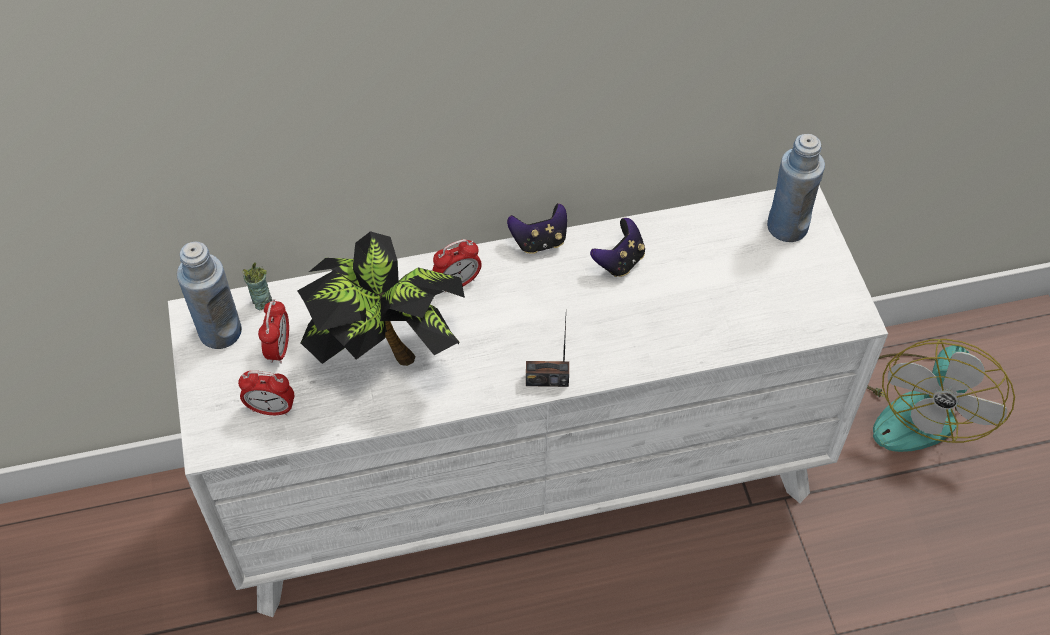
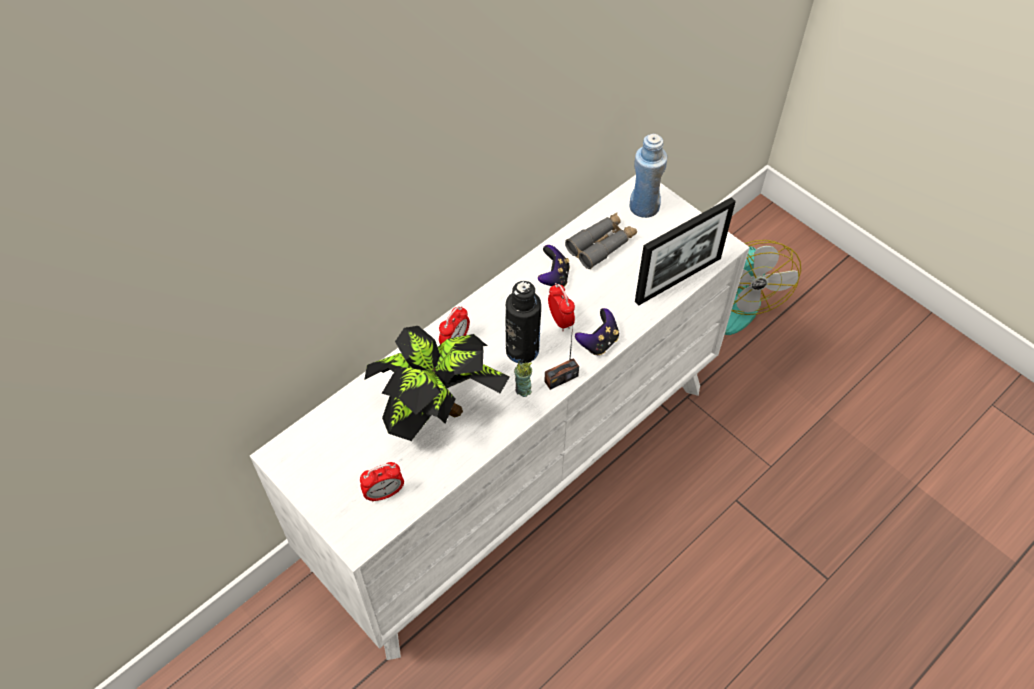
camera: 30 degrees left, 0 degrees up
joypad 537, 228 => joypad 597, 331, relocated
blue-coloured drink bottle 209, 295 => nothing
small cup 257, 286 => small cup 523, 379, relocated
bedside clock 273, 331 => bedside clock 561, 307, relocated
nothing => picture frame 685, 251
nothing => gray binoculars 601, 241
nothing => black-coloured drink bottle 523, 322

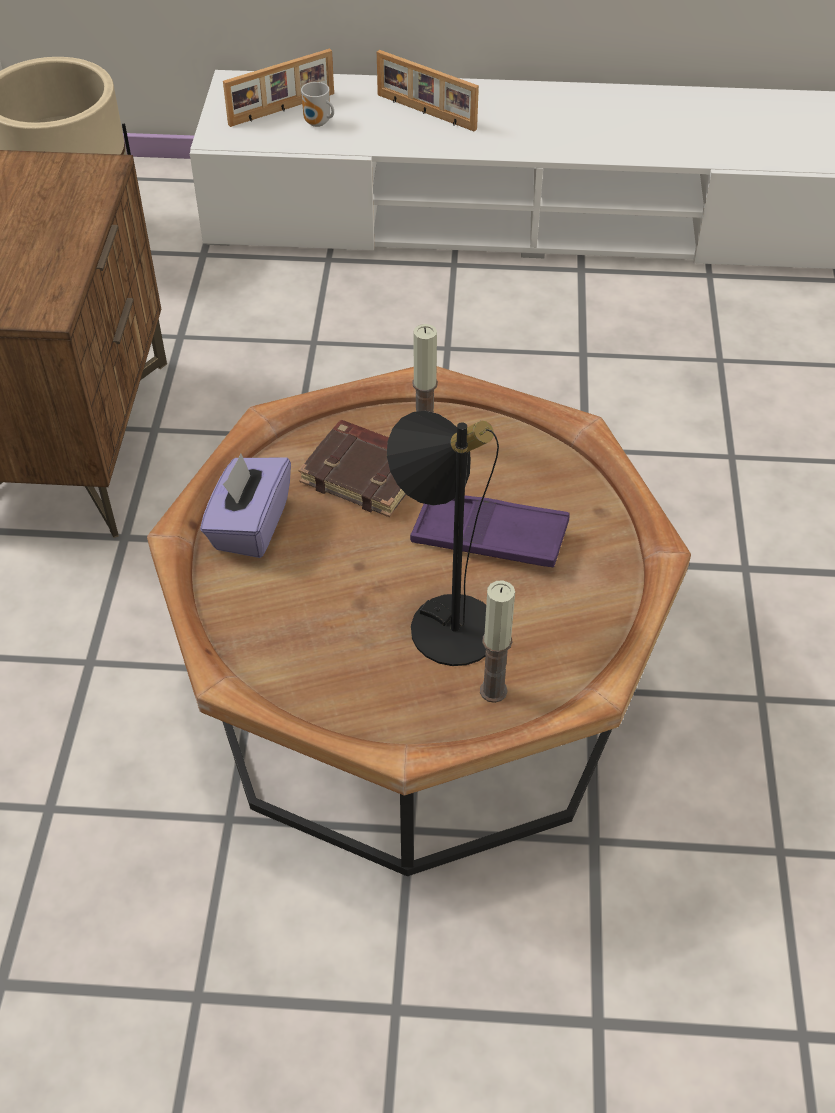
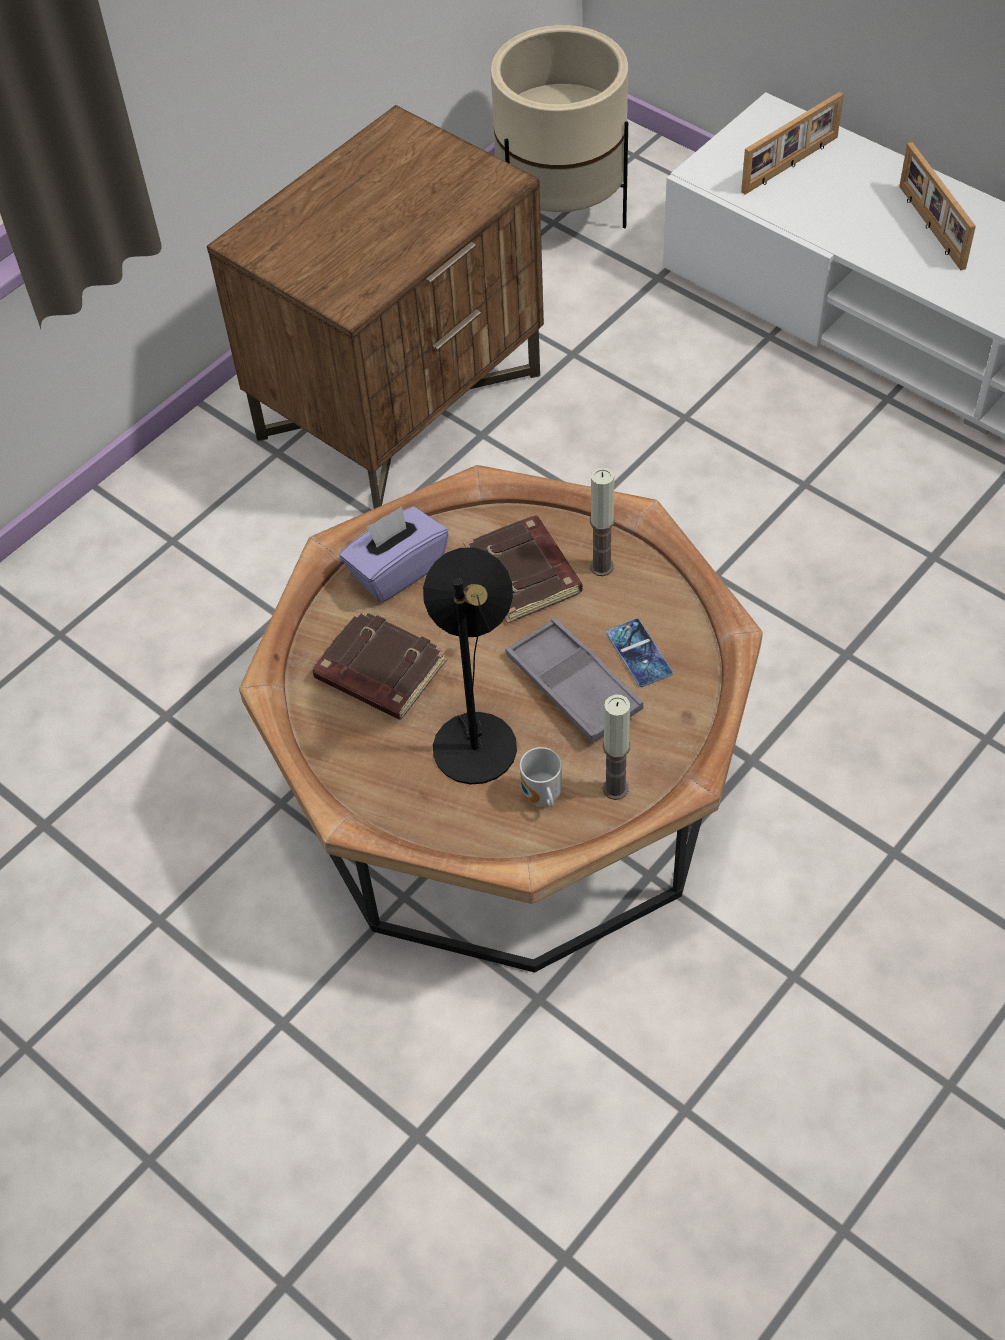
camera: 40 degrees right, 5 degrees up
picture frame 278, 87 => picture frame 792, 143, 45 degrees counterclockwise
mug 317, 104 => mug 541, 777, relocated
purple serving tray 489, 531 => gray serving tray 575, 680
wax light 497, 641 => wax light 616, 747, relocated
nothing => brown bound book 379, 664
nothing => handset 639, 653

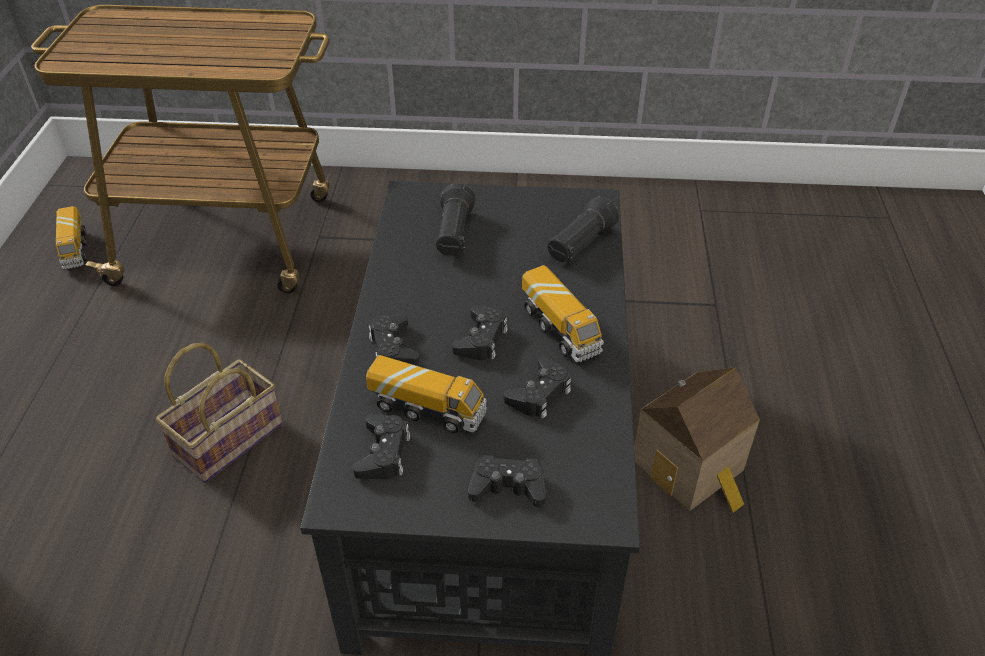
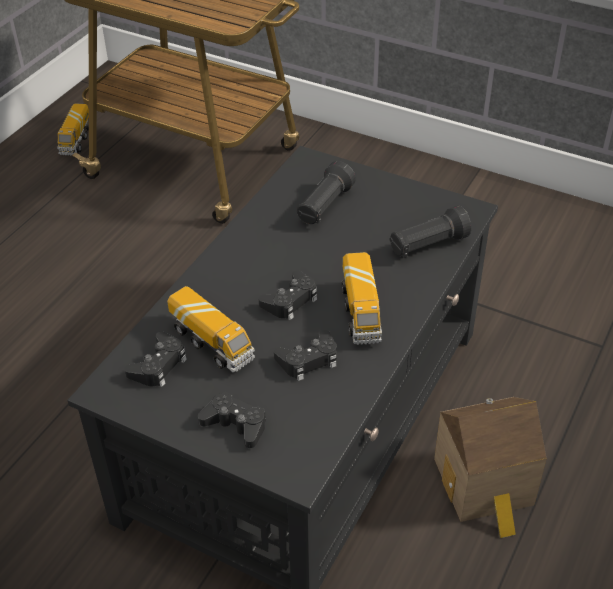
camera: 25 degrees right, 0 degrees up
black-coloured joypad 394, 339 => nothing
storage basket 219, 413 => nothing

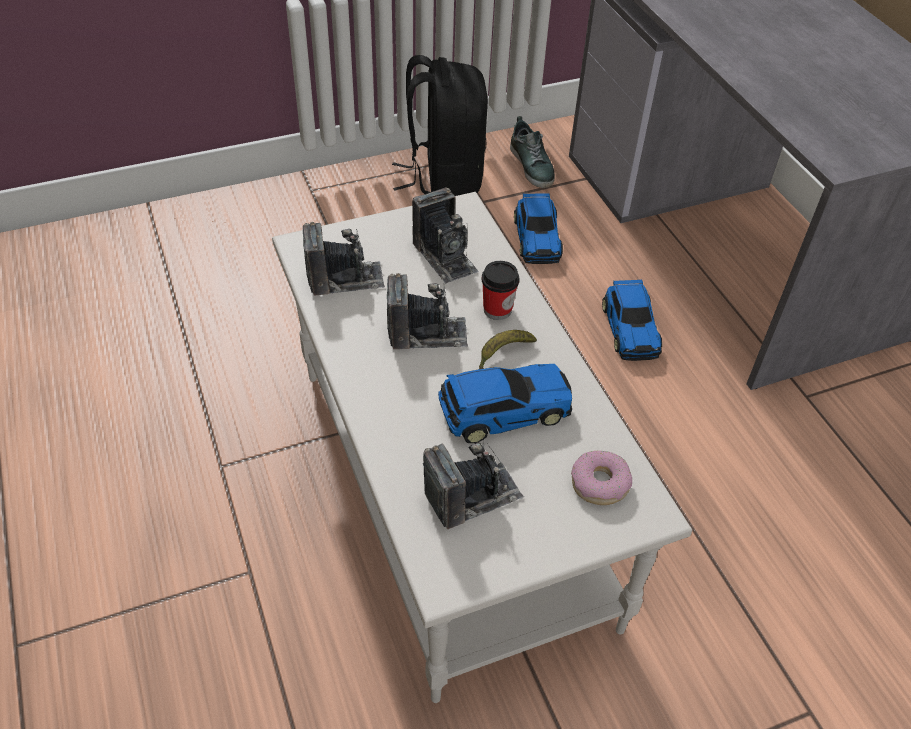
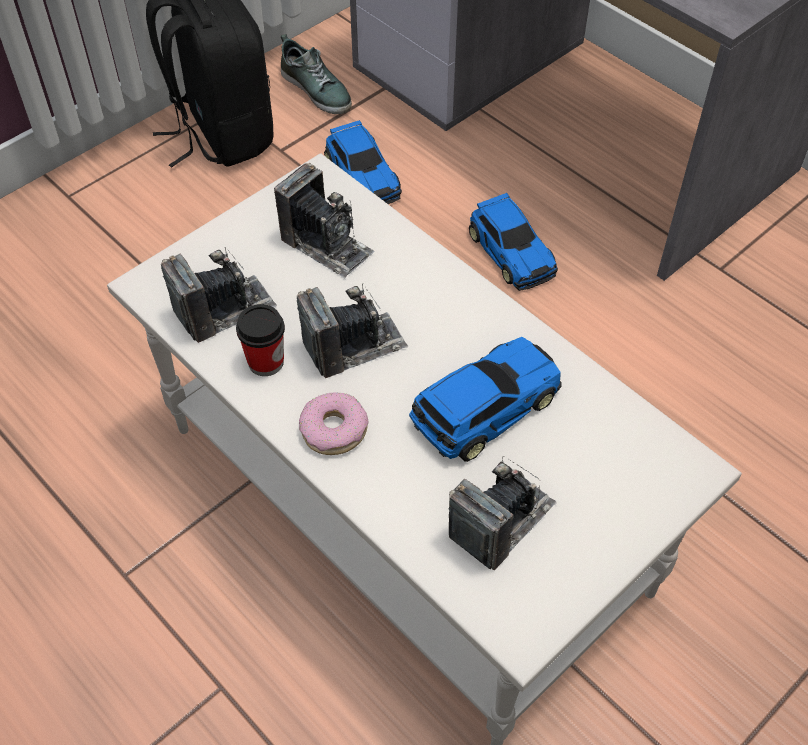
camera: 20 degrees left, 5 degrees up
small cup 500, 290 => small cup 260, 340, relocated
banana fruit 508, 349 => nothing
donut 601, 477 => donut 334, 423, relocated

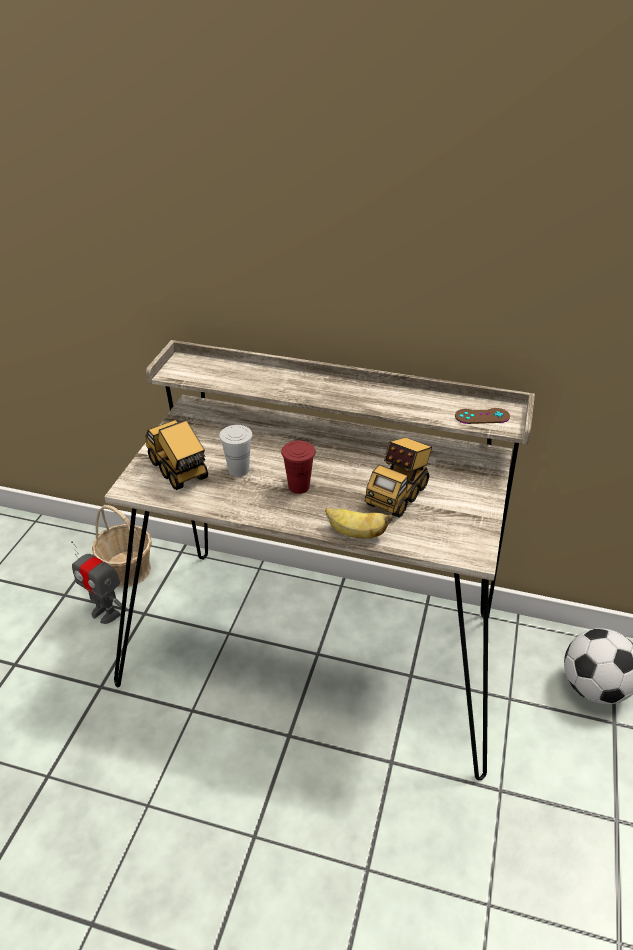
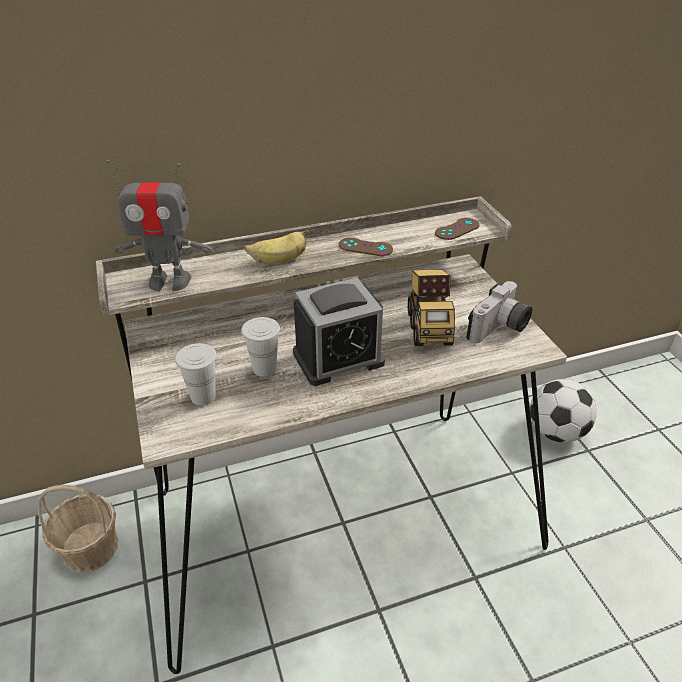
camera: 35 degrees left, 0 degrees up
toy lorry 176, 455 => white small cup 196, 374
reddish small cup 298, 467 => bedside clock 339, 332
banana fruit 358, 523 => banana fruit 276, 246, relocated
model robot 99, 582 => model robot 159, 226, relocated
nothing => brown joypad 366, 246
nothing => still camera 499, 312

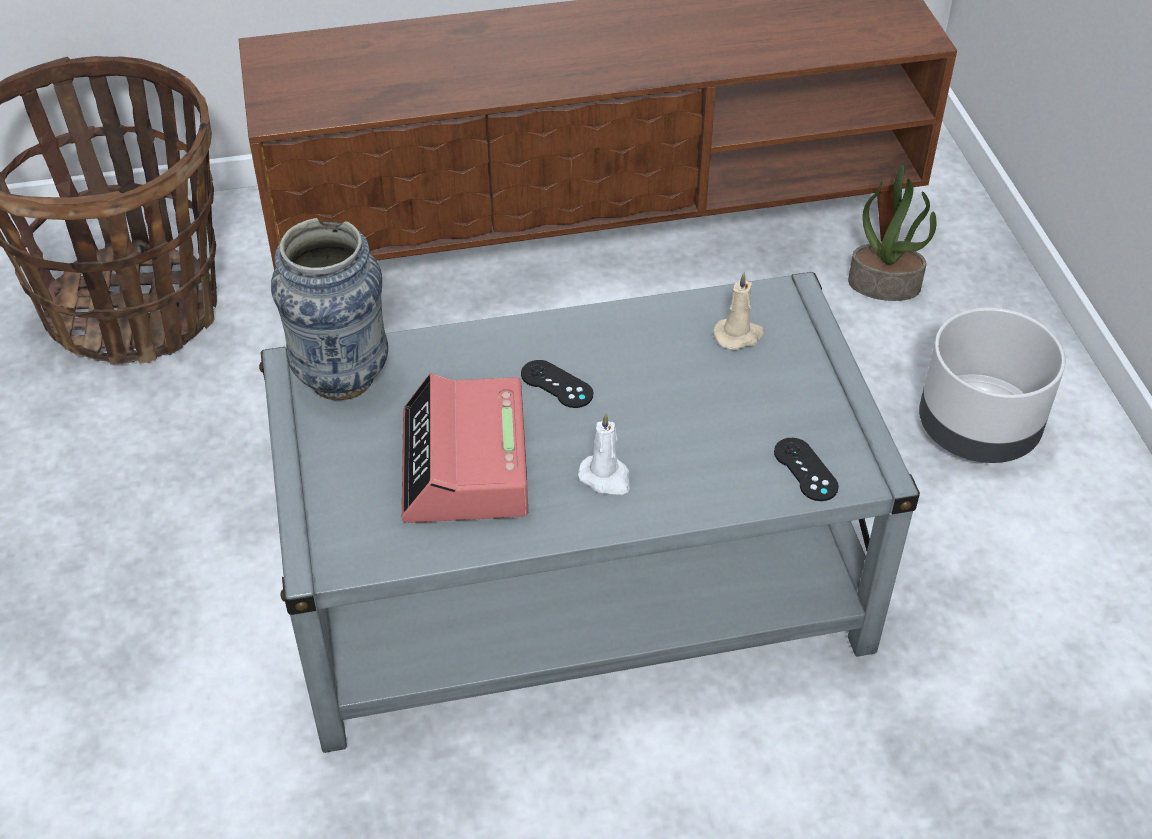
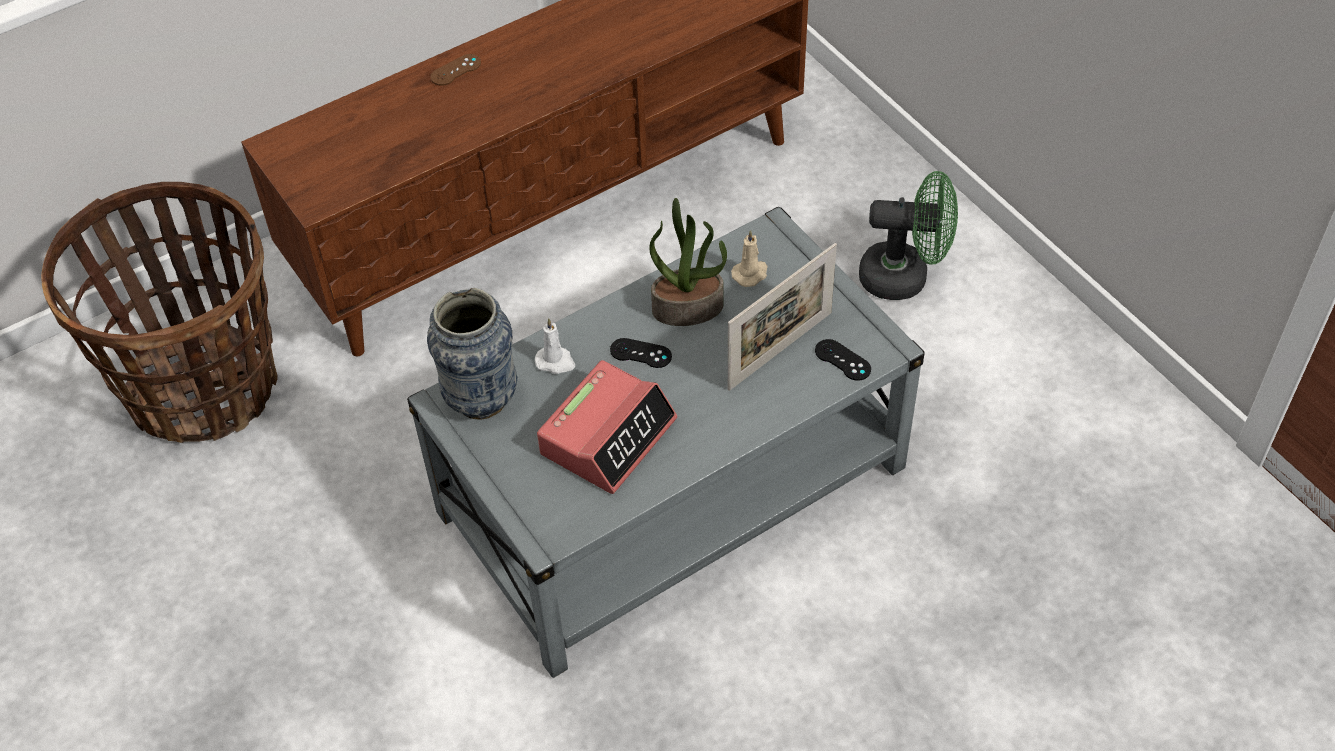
camera: 20 degrees left, 5 degrees up
plant in a pot 892, 233 => plant in a pot 688, 262, relocated
gray plant pot 992, 385 => green electric fan 908, 235
bedside clock 465, 448 => bedside clock 607, 427, 120 degrees counterclockwise
white wax light 604, 454 => white wax light 555, 346, relocated
nothing => brown joypad 455, 70
nothing => picture frame 782, 317

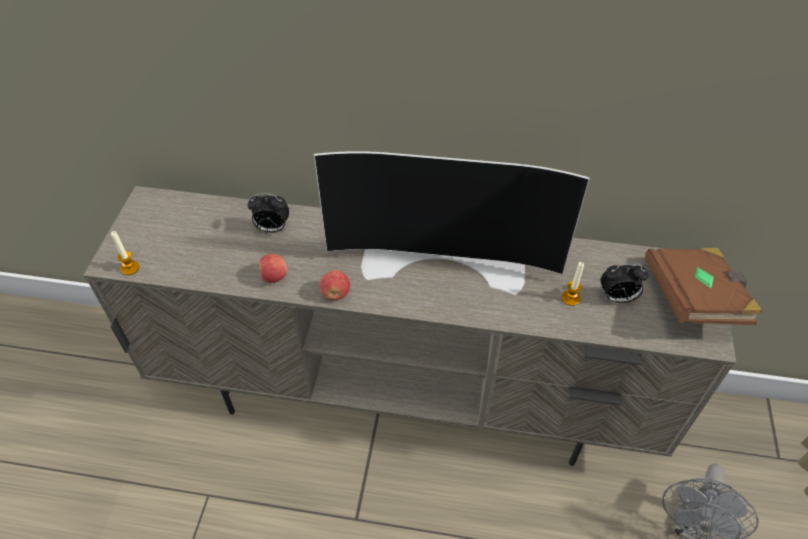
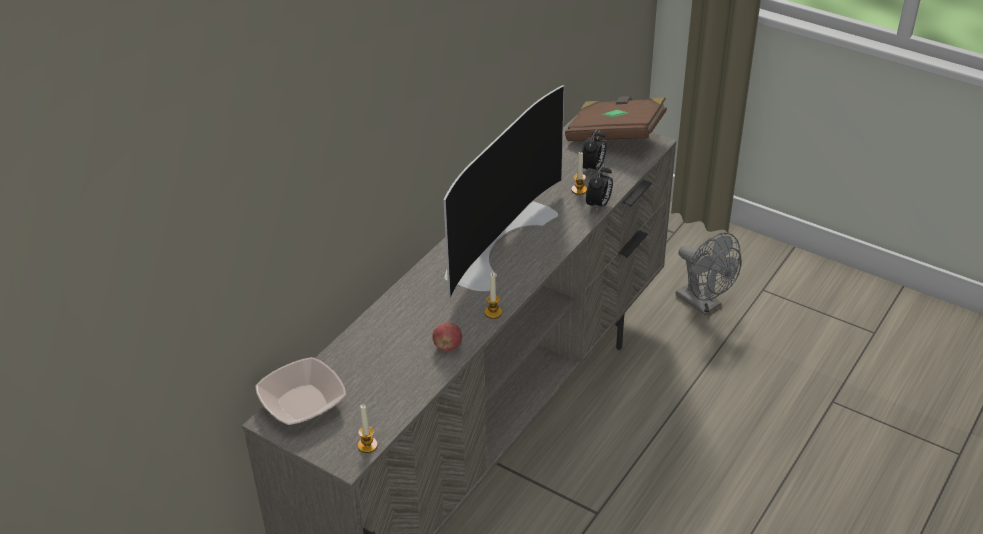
camera: 65 degrees left, 10 degrees down
bedside clock 268, 213 => bedside clock 599, 187, relocated
whole apple 335, 285 => wax light 493, 295
nothing => deep dish 300, 391

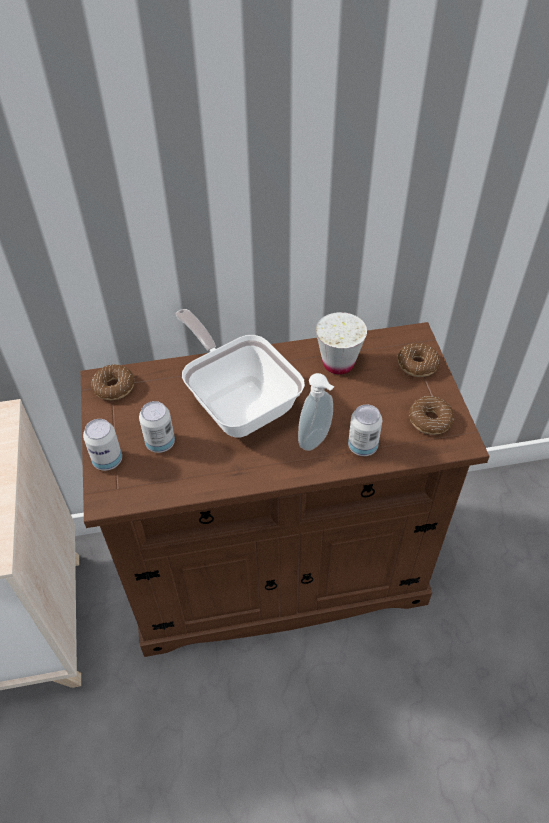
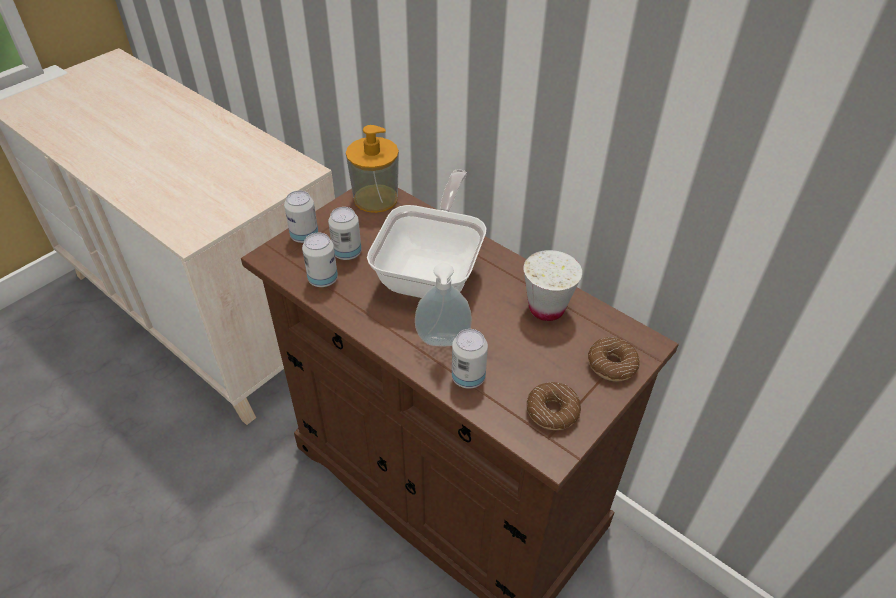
camera: 50 degrees right, 5 degrees down
donut 113, 382 => soap bottle 372, 169
nothing => metal can 320, 260

